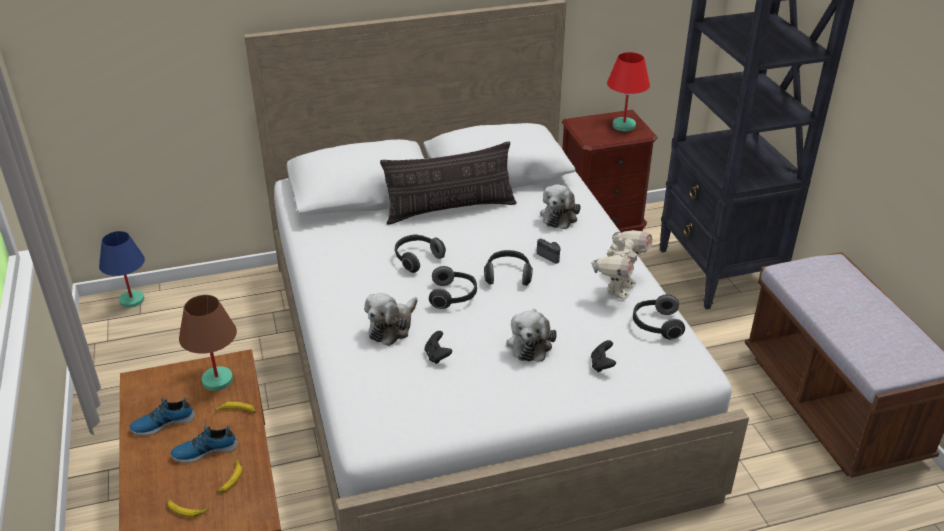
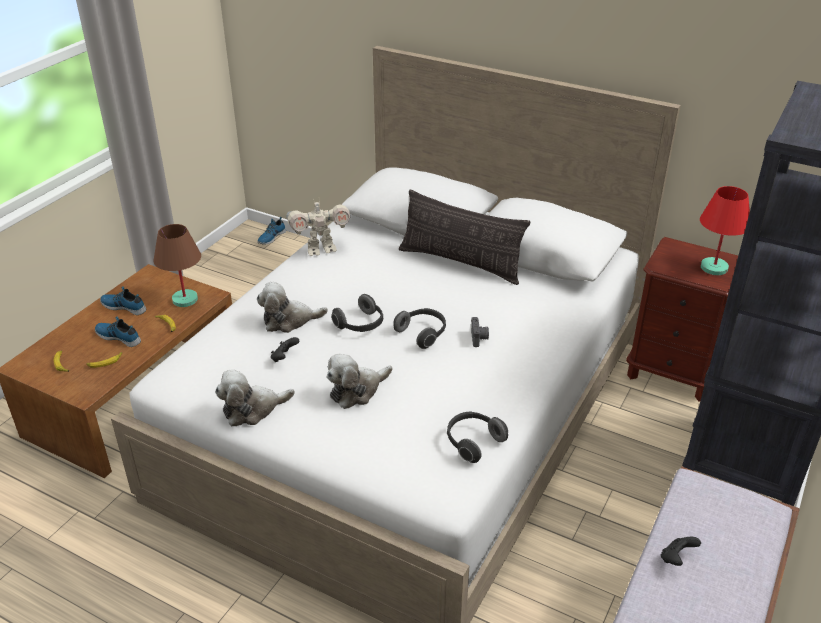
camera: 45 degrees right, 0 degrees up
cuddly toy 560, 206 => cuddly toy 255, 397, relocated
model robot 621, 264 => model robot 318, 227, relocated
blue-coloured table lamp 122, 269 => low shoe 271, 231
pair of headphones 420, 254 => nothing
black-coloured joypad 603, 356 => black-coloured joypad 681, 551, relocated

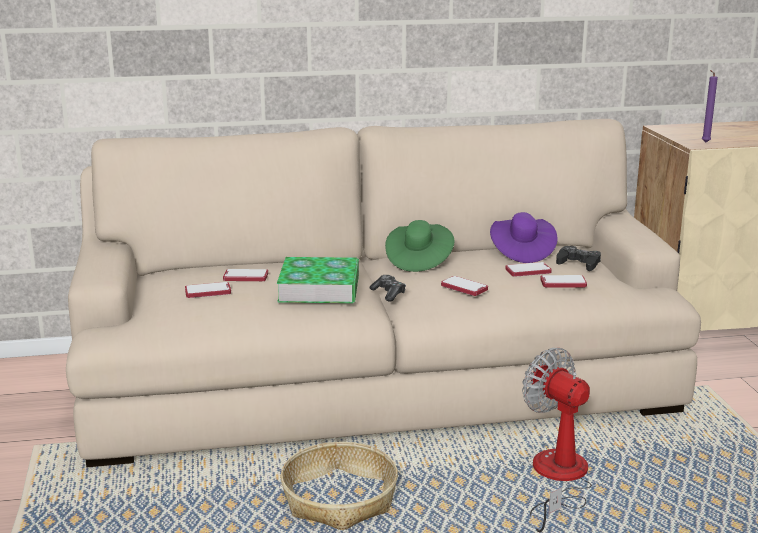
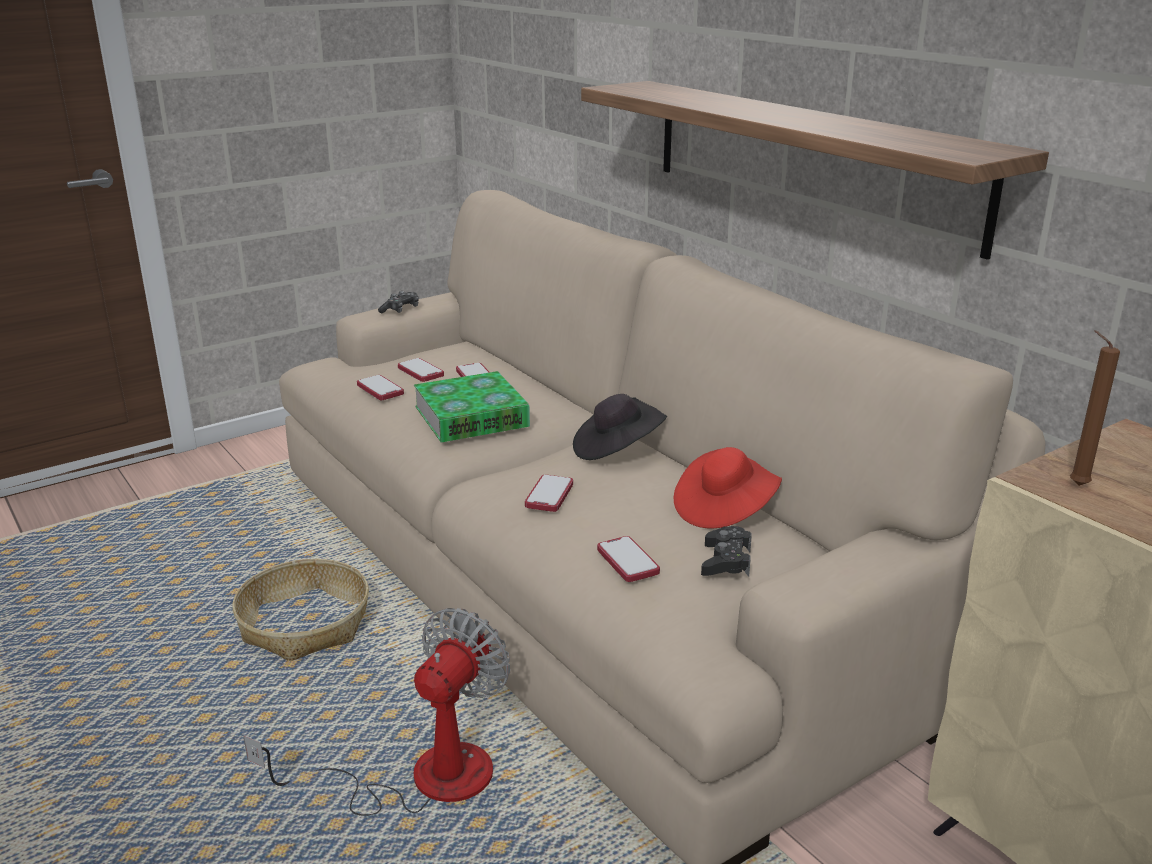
camera: 65 degrees right, 5 degrees up
purple wax light 710, 106 => brown wax light 1095, 408
purple wearable hat 524, 237 => reddish wearable hat 728, 487
green wearable hat 419, 246 => black-coloured wearable hat 620, 427
handset 528, 269 => handset 380, 387, relocated
joypad 388, 288 => joypad 398, 302, relocated
nothing => wall shelf 815, 170

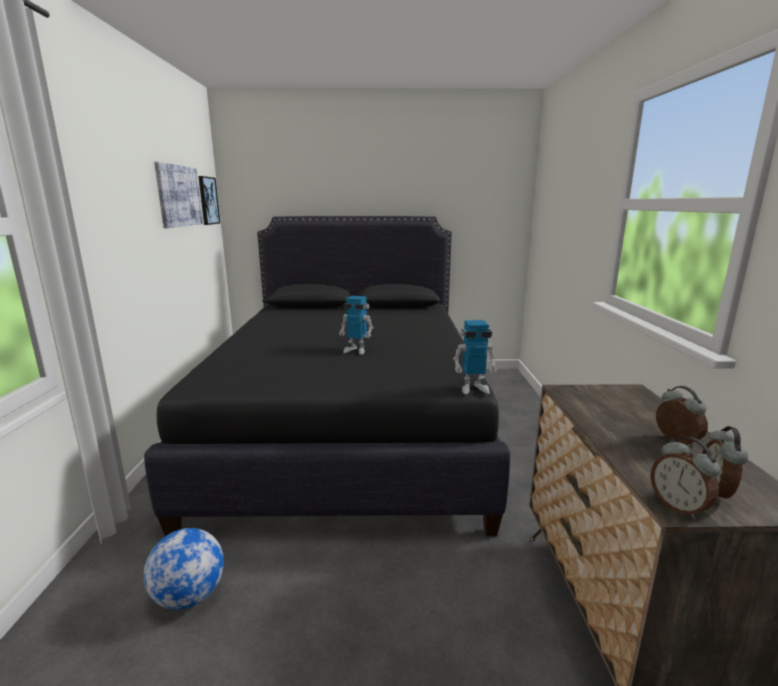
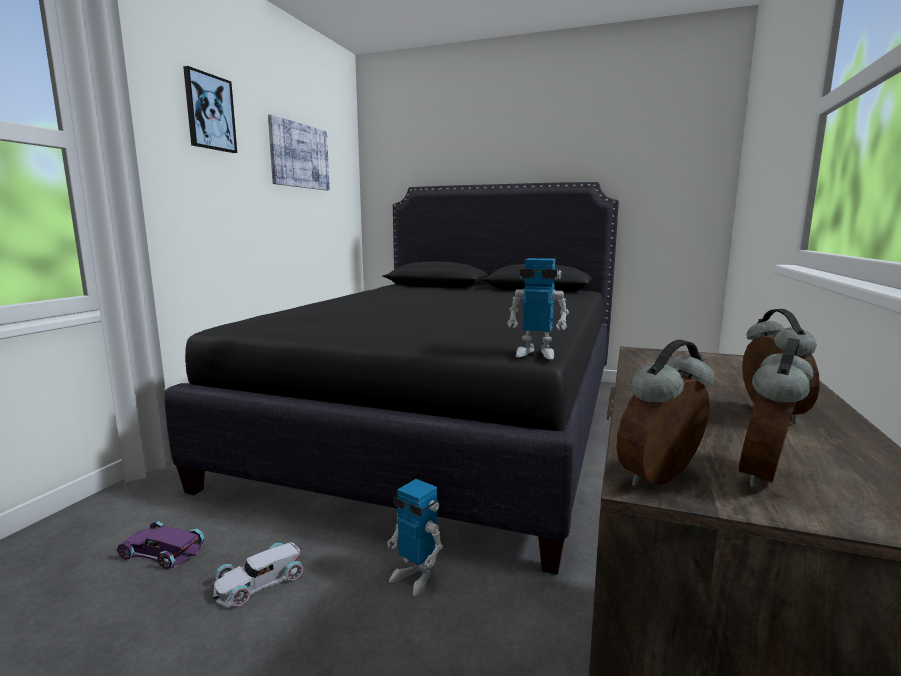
camera: 20 degrees right, 5 degrees down
wall picture 209, 200 => wall picture 210, 109, relocated
model robot 356, 325 => model robot 415, 537, relocated
bedside clock 685, 478 => bedside clock 665, 413, 60 degrees clockwise
world globe 184, 569 => purple miniature car 160, 545
nothing => white miniature car 258, 575

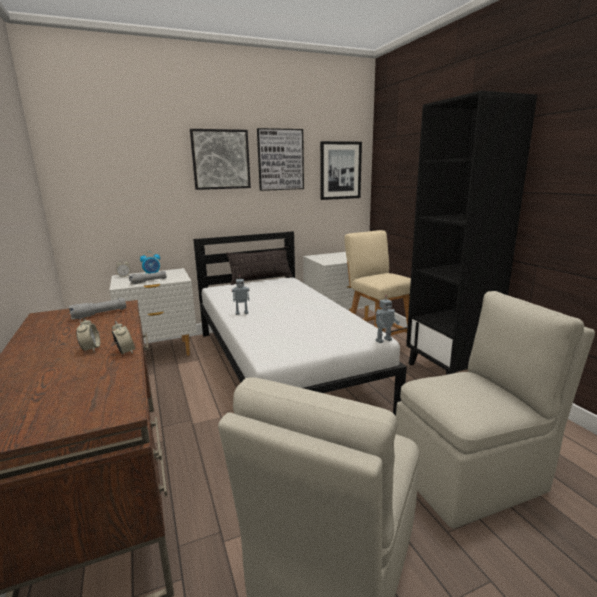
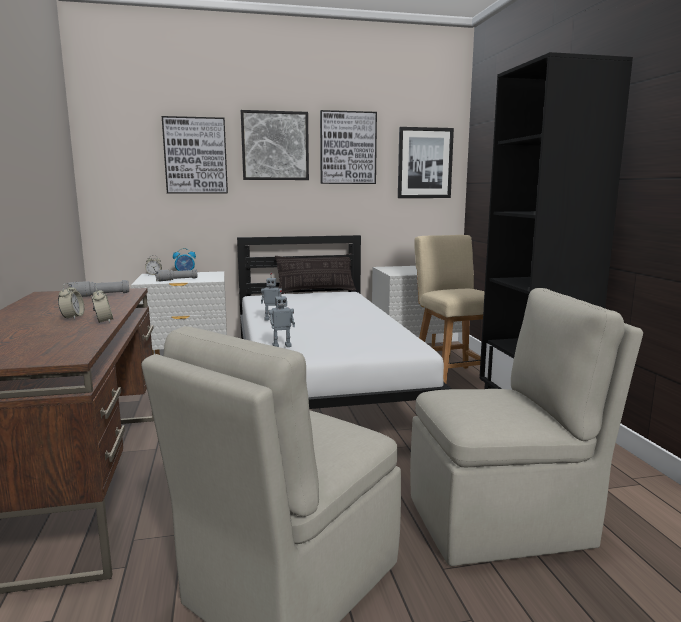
camera: 10 degrees right, 5 degrees down
model robot 387, 319 => model robot 282, 318, relocated
nothing => wall picture 195, 155

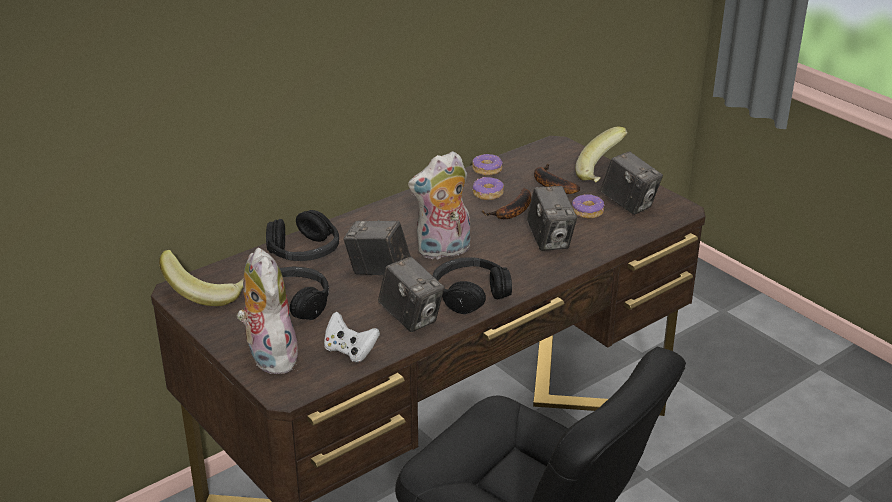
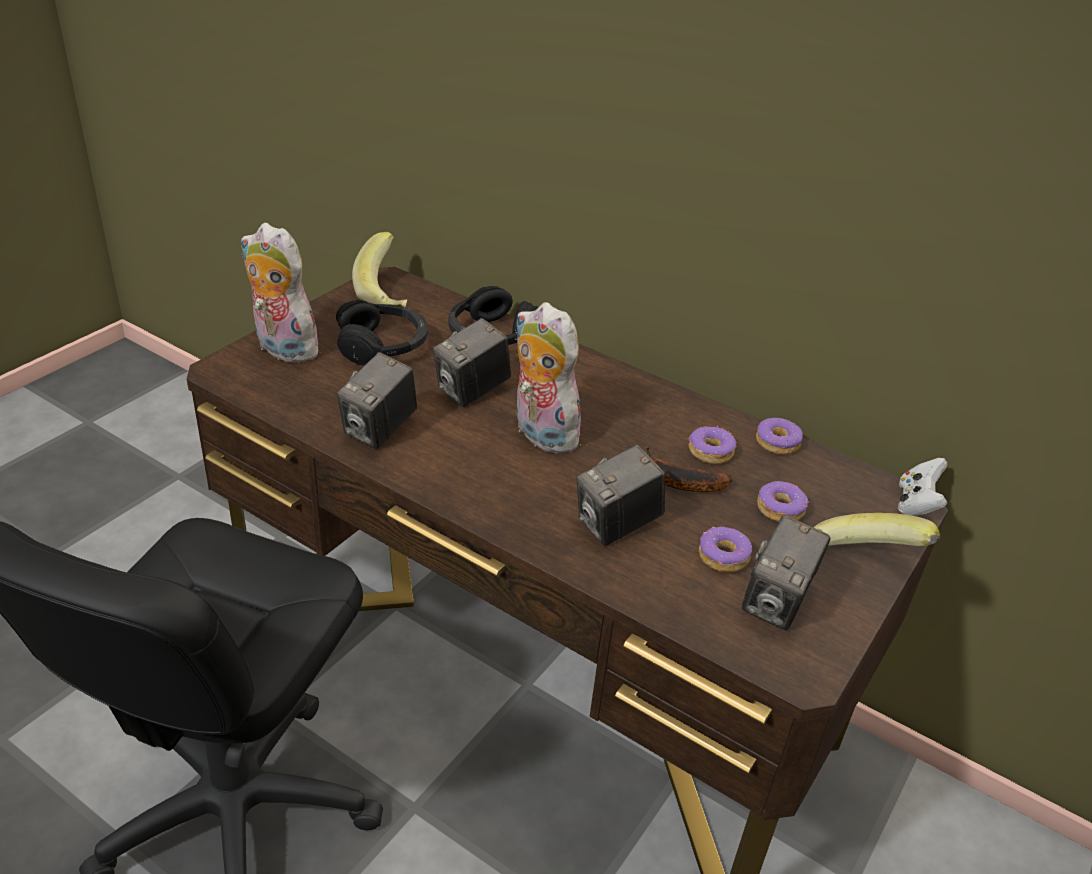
camera: 70 degrees right, 5 degrees up
banana fruit 557, 179 => donut 783, 501
still camera 376, 247 => still camera 472, 362, 135 degrees counterclockwise
cuddly toy 267, 311 => cuddly toy 282, 293, 105 degrees counterclockwise
black-coloured pair of headphones 472, 285 => nothing
white joypad 352, 336 => white joypad 922, 487, relocated

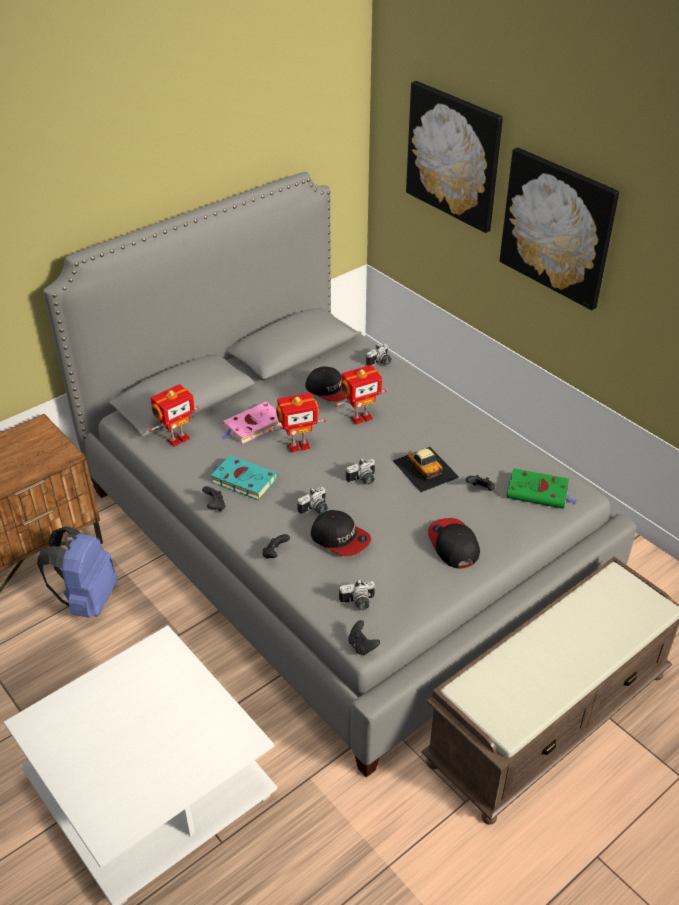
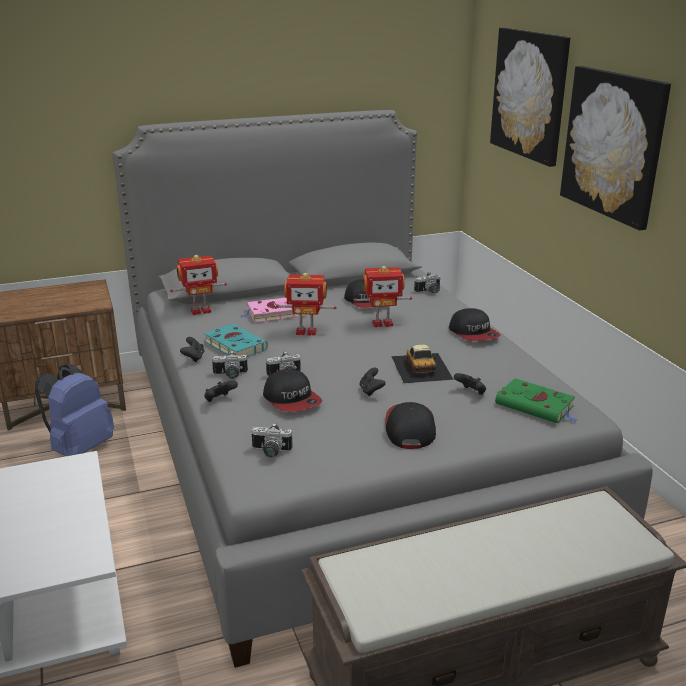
camera: 20 degrees right, 15 degrees down
still camera 360, 472 => still camera 230, 365, relocated
black-coloured joypad 364, 637 => black-coloured joypad 372, 381, relocated
nothing => baseball cap 474, 324

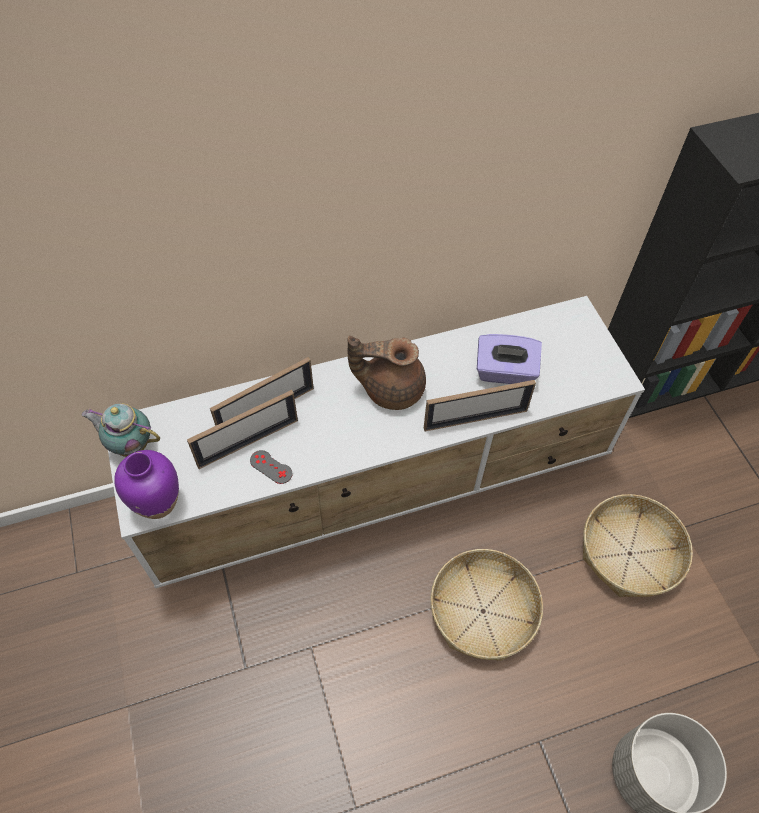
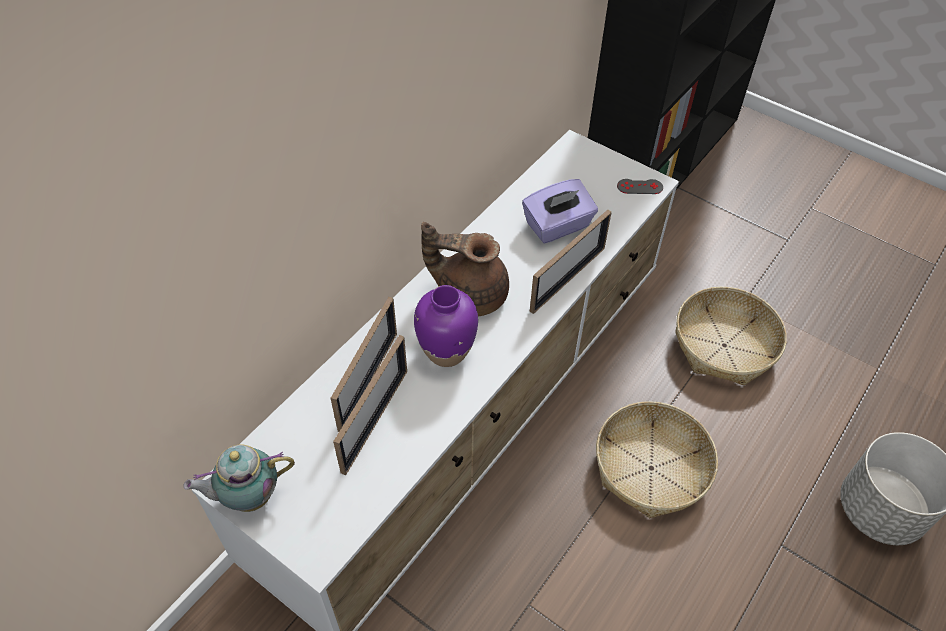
camera: 35 degrees left, 5 degrees down
brown teapot 387, 373 => brown teapot 465, 269, 45 degrees clockwise
purple flower vase 146, 484 => purple flower vase 446, 326, relocated
gray joypad 271, 467 => gray joypad 640, 186, relocated

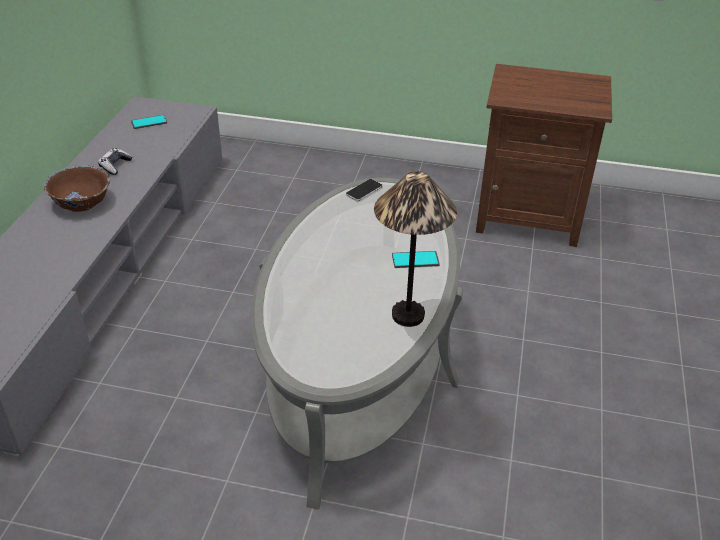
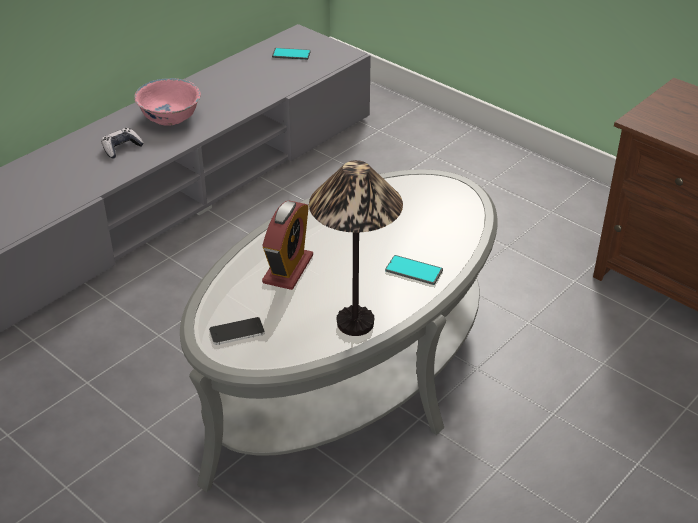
camera: 30 degrees right, 0 degrees up
joypad 115, 161 => joypad 122, 143, relocated
brown deep dish 77, 188 => pink deep dish 167, 102
handset 364, 190 => handset 237, 331, relocated
nothing => bedside clock 287, 245

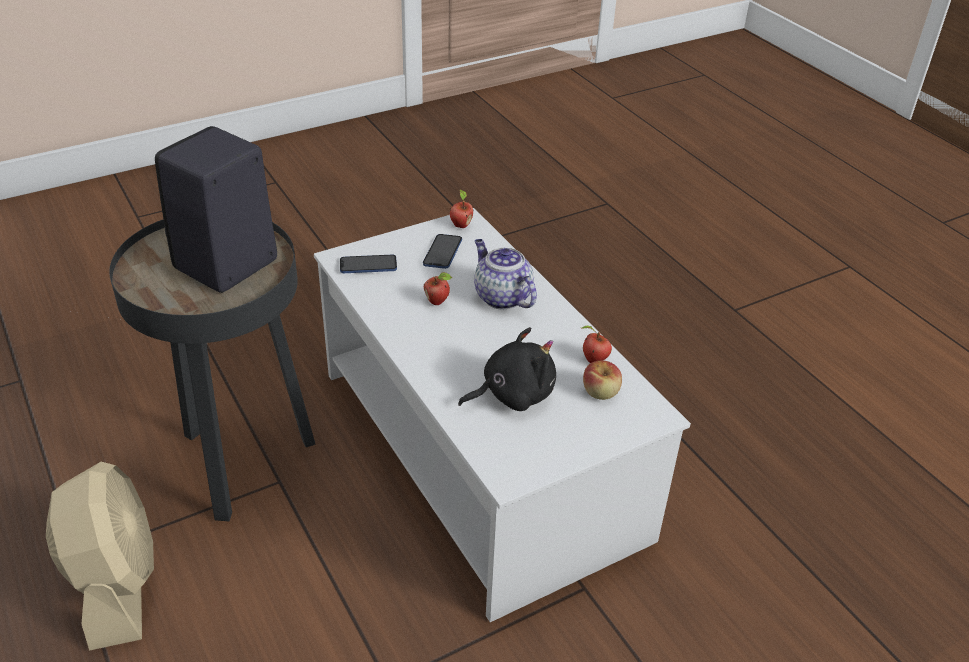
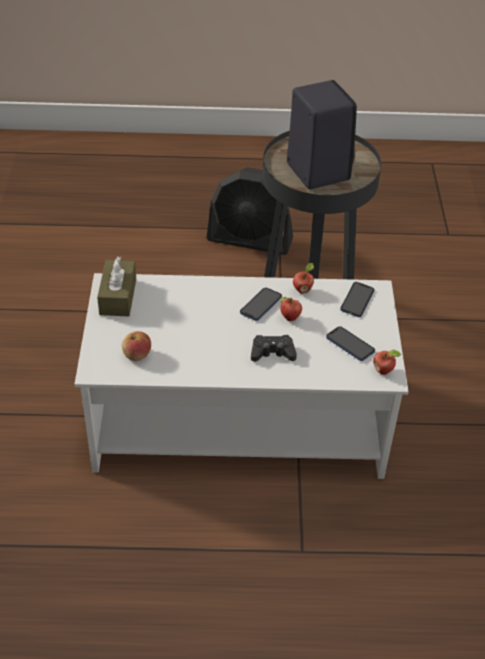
camera: 120 degrees right, 5 degrees up
teapot 505, 274 => black-coloured joypad 274, 348
whole apple 597, 344 => whole apple 303, 278, relocated
black-coloured cuddly toy 507, 369 => nothing
beige-coloured electric fan 100, 556 => black-coloured electric fan 249, 211
nothing => brown tissue holder 116, 287
nothing => handset 261, 304

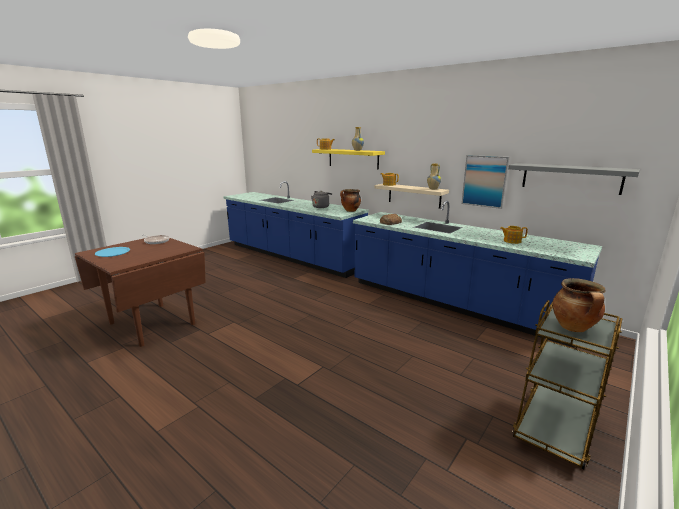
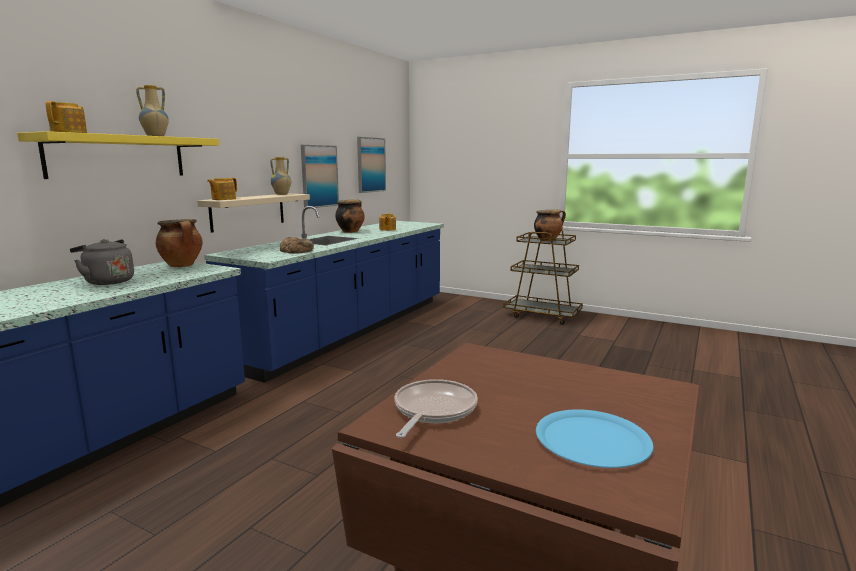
camera: 100 degrees left, 5 degrees down
gray wall shelf 574, 179 => wall picture 371, 165
nothing => cooking pot 350, 216

